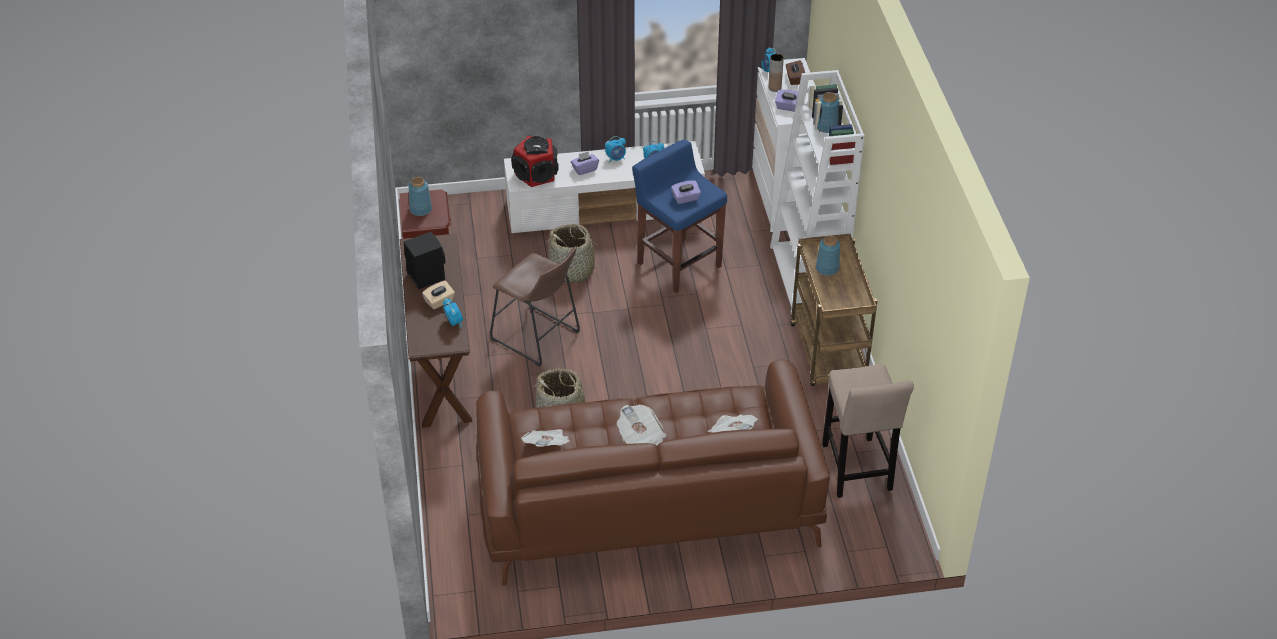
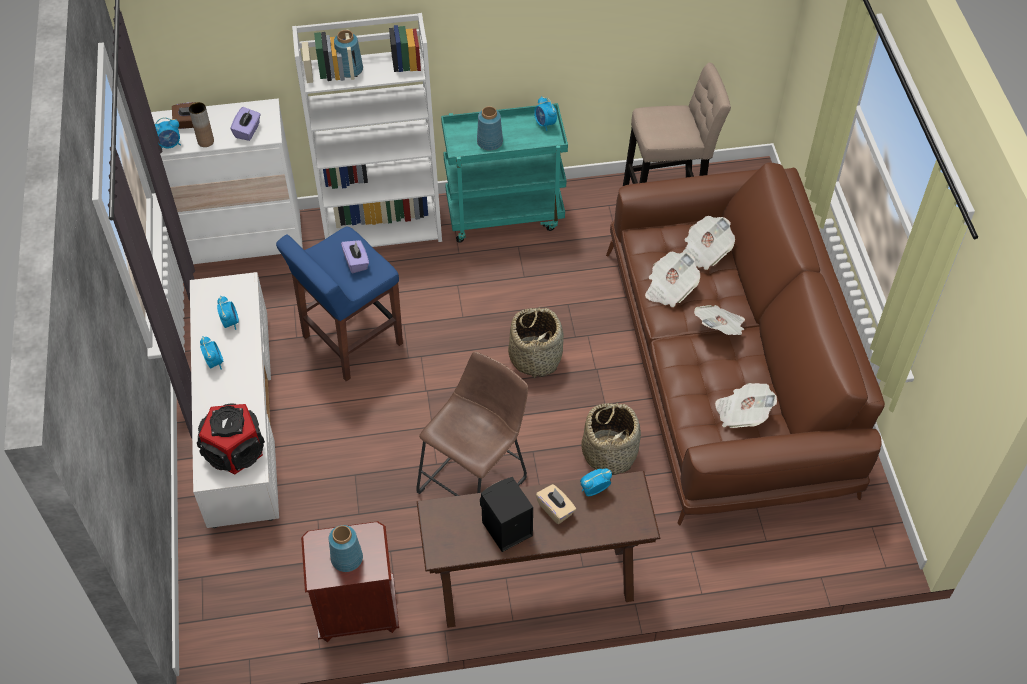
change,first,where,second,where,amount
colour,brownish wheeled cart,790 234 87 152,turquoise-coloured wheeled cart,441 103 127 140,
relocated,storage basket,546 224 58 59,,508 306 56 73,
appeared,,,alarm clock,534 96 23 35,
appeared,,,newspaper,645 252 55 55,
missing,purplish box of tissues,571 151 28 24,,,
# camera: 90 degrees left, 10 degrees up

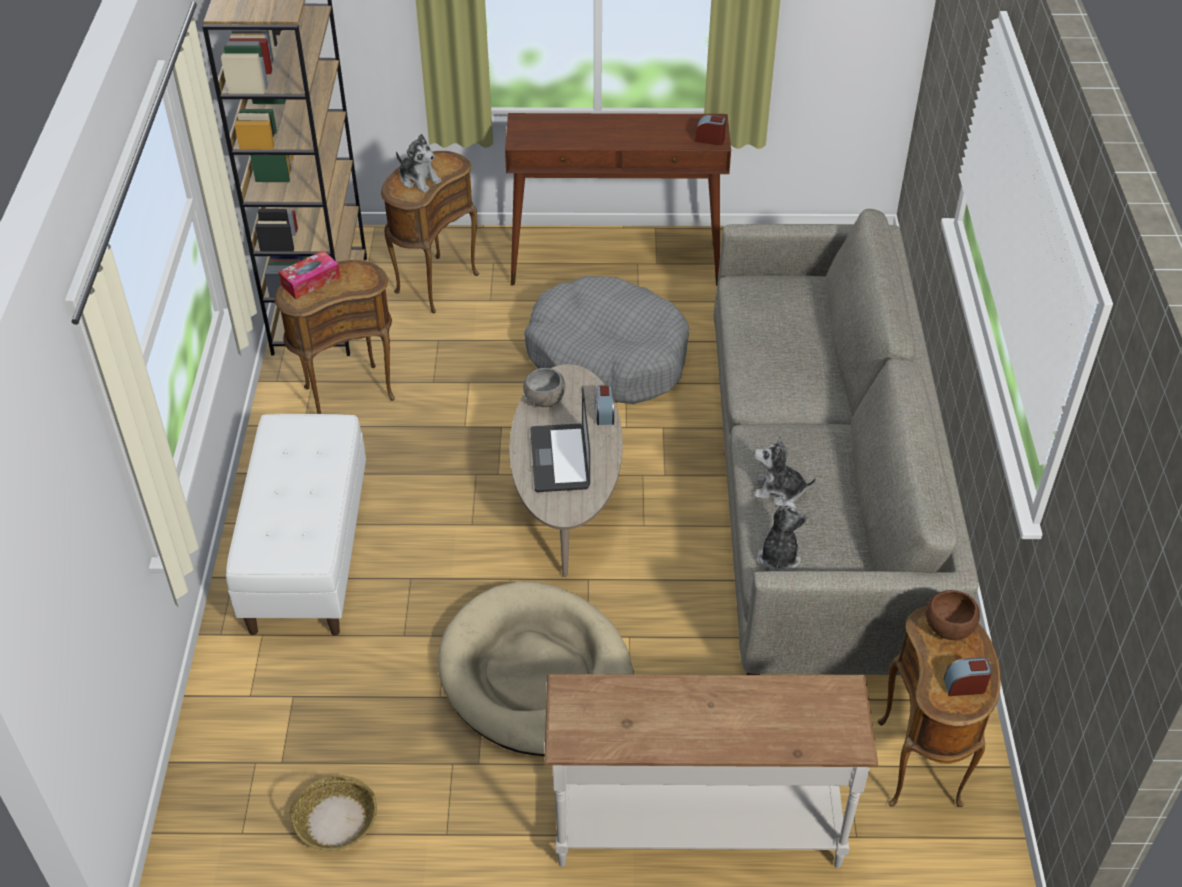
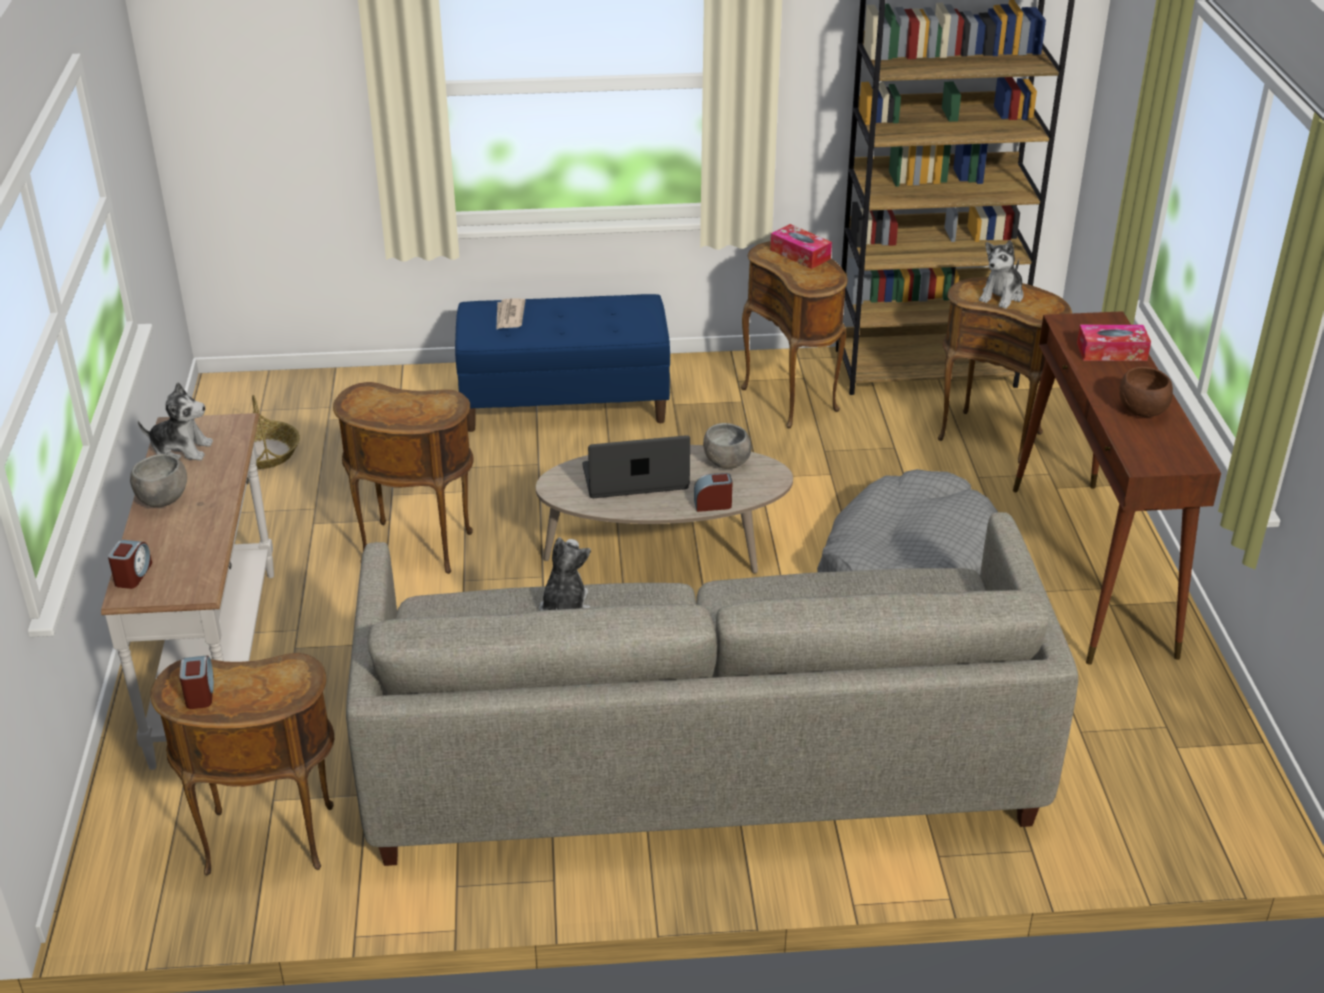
change,first,where,second,where,amount
relocated,alarm clock,695 115 31 30,,108 540 44 49,
appeared,,,grey deep dish,130 454 57 53,
relocated,cuddly toy,758 501 50 70,,138 382 75 78,
exchanged,beige-coloured dog bed,438 581 196 175,brownish accent table,333 382 141 192,
colour,whitish long seat,226 414 140 221,blue-coloured long seat,455 294 215 138,
appeared,,,newspaper,497 299 28 30,
appeared,,,box of tissues,1077 325 74 36,
relocated,brownish deep dish,926 590 54 50,,1119 367 54 50,
# camera: 85 degrees right, 10 degrees down

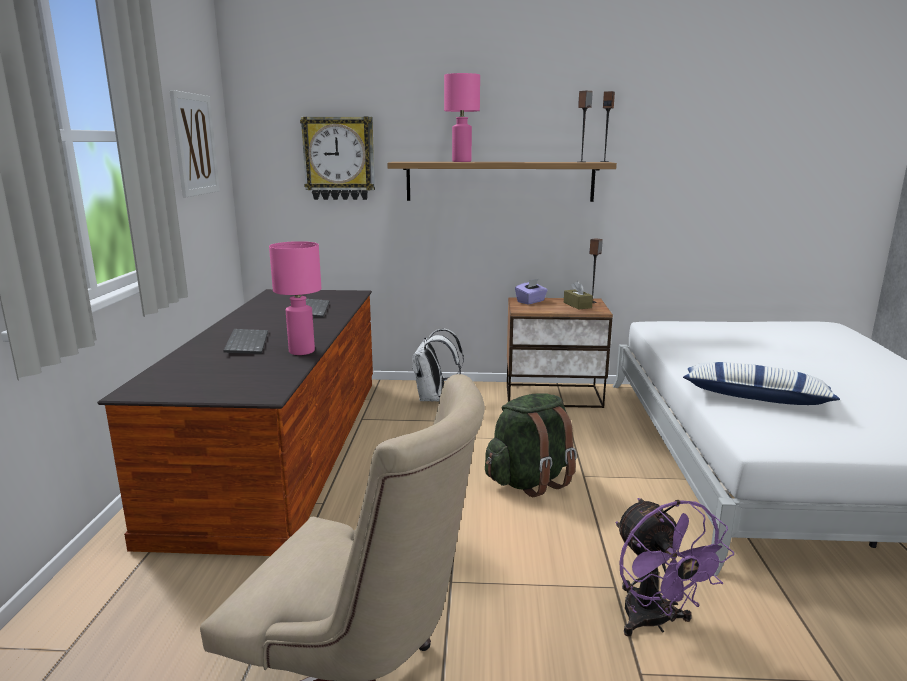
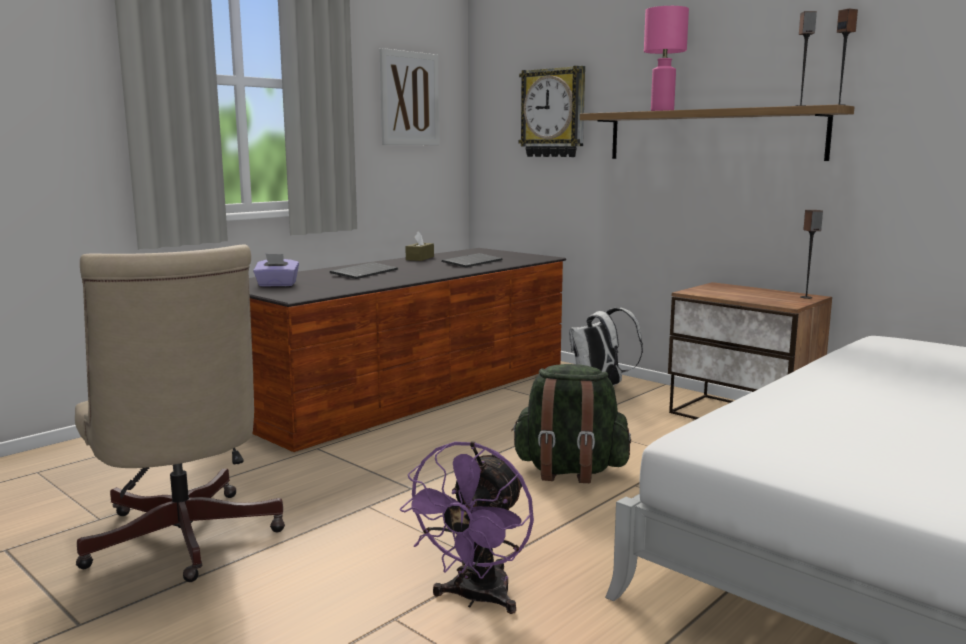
change,first,where,second,where,amount
relocated,purplish box of tissues,515 279 33 26,,253 254 46 33,
relocated,brownish box of tissues,564 281 29 29,,405 231 29 30,
missing,pink table lamp,269 241 52 114,,,
missing,throw pillow,683 362 157 43,,,
# camera: 40 degrees right, 5 degrees down

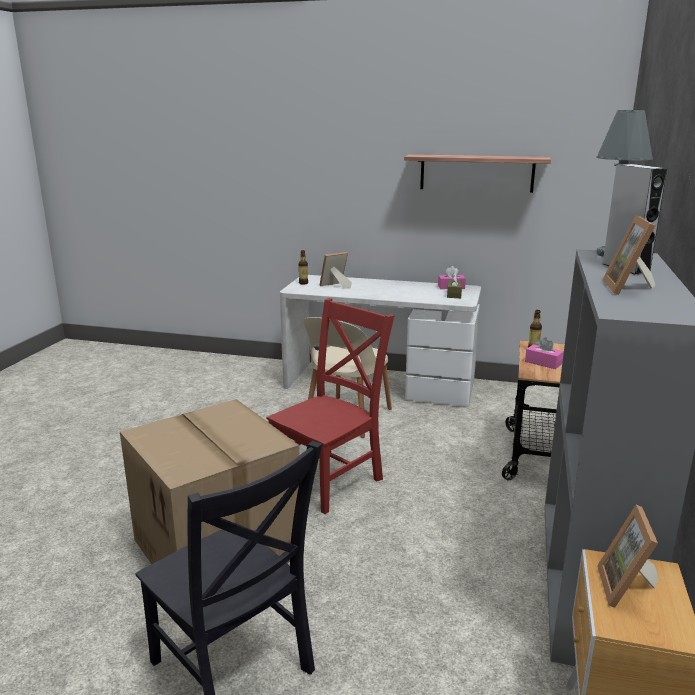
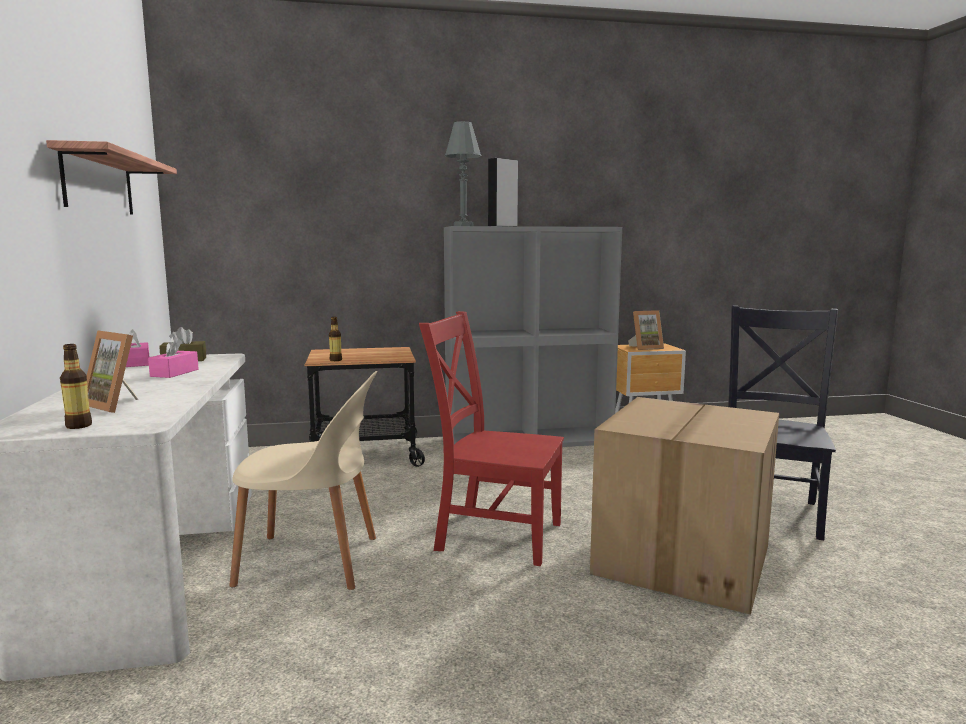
change,first,where,second,where,amount
relocated,pink box of tissues,525 337 39 32,,148 336 51 42,
missing,picture frame,602 215 53 80,,,
# camera: 115 degrees left, 10 degrees down

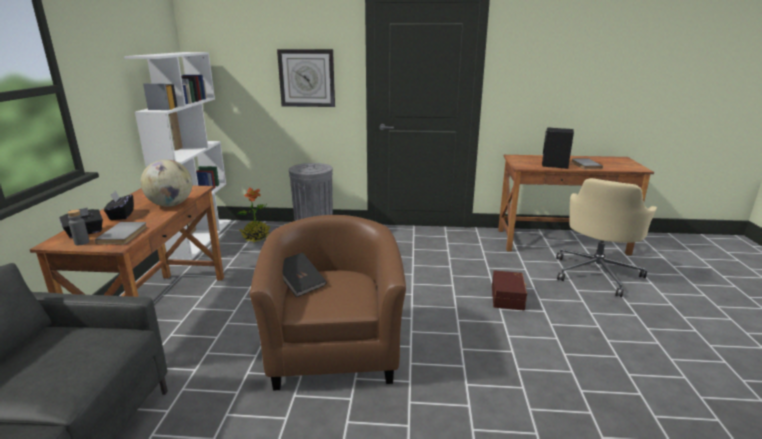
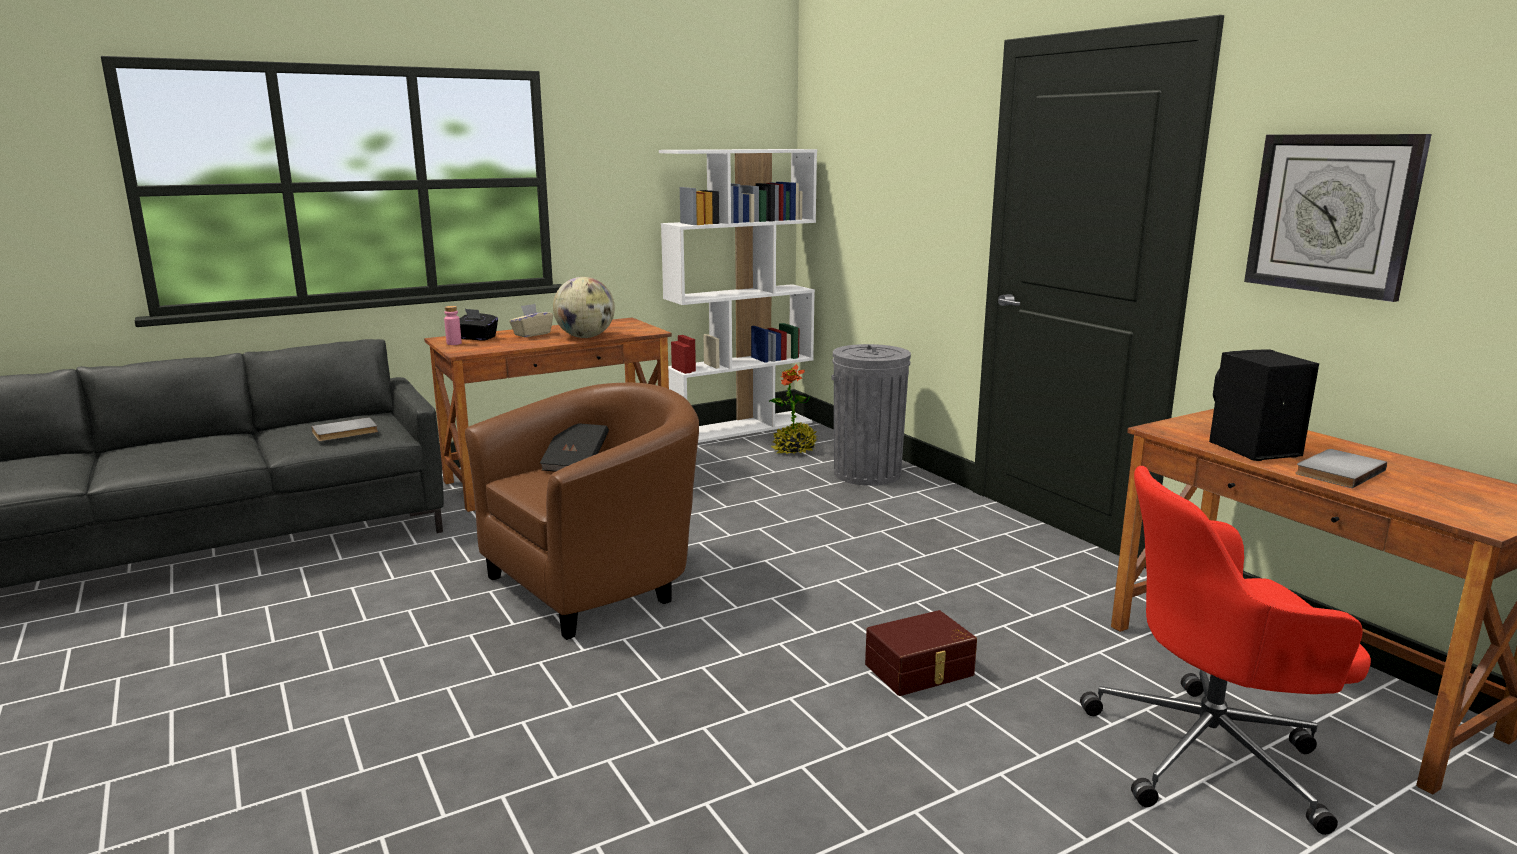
change,first,where,second,where,amount
relocated,grey bound book,95 222 52 22,,311 417 67 24,
colour,grey drink bottle,67 210 23 35,pink drink bottle,444 306 18 39,
colour,blackish box of tissues,104 191 30 29,beige-coloured box of tissues,509 304 44 33,
colour,beige-coloured desk chair,556 178 101 119,red-coloured desk chair,1080 466 291 369,
relocated,wall clock,277 49 58 58,,1244 134 188 168,
# camera: 55 degrees right, 5 degrees down

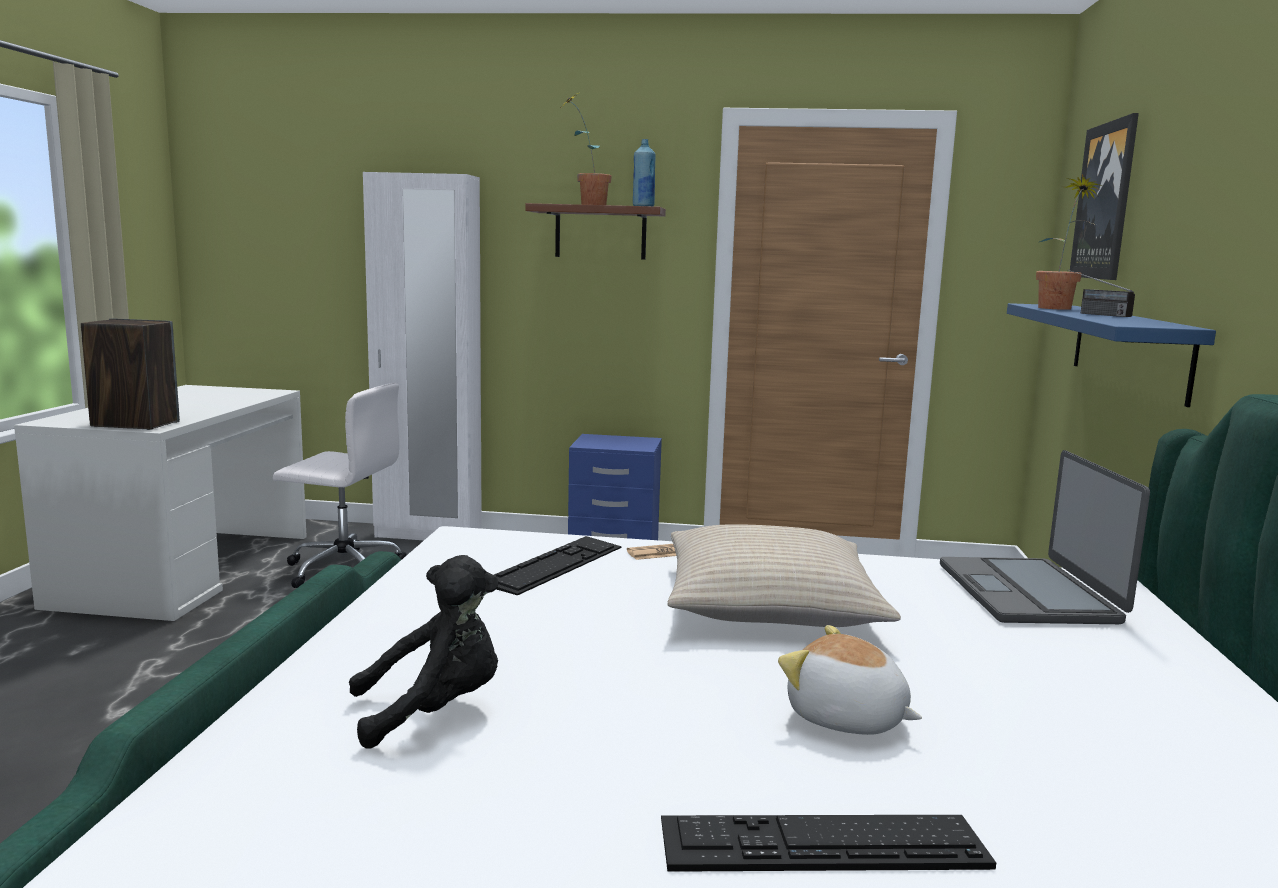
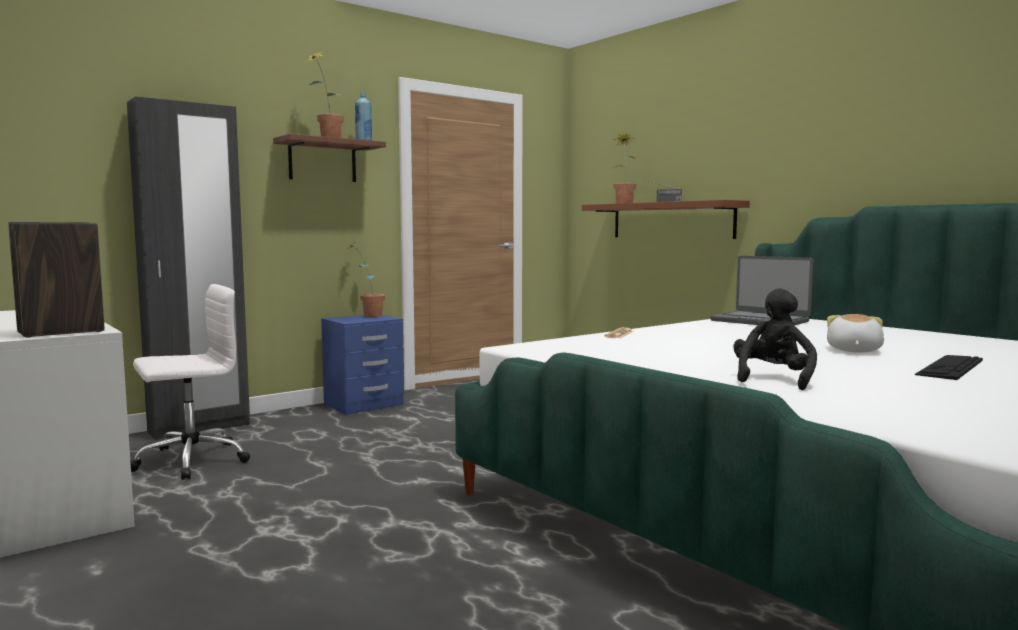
change,first,where,second,where,amount
colour,whitish wardrobe,363 172 119 368,blackish wardrobe,127 97 123 343,
appeared,,,houseplant,346 241 39 76,
colour,blue-coloured shelf,1007 303 209 104,brownish shelf,582 200 168 39,
spun,cuddly toy,778 625 144 110,,827 314 57 39,120 degrees clockwise
missing,PC keyboard,494 536 127 59,,,
missing,beige-coloured throw pillow,667 524 234 103,,,
missing,picture,1070 113 69 167,,,
# camera: 45 degrees left, 5 degrees down

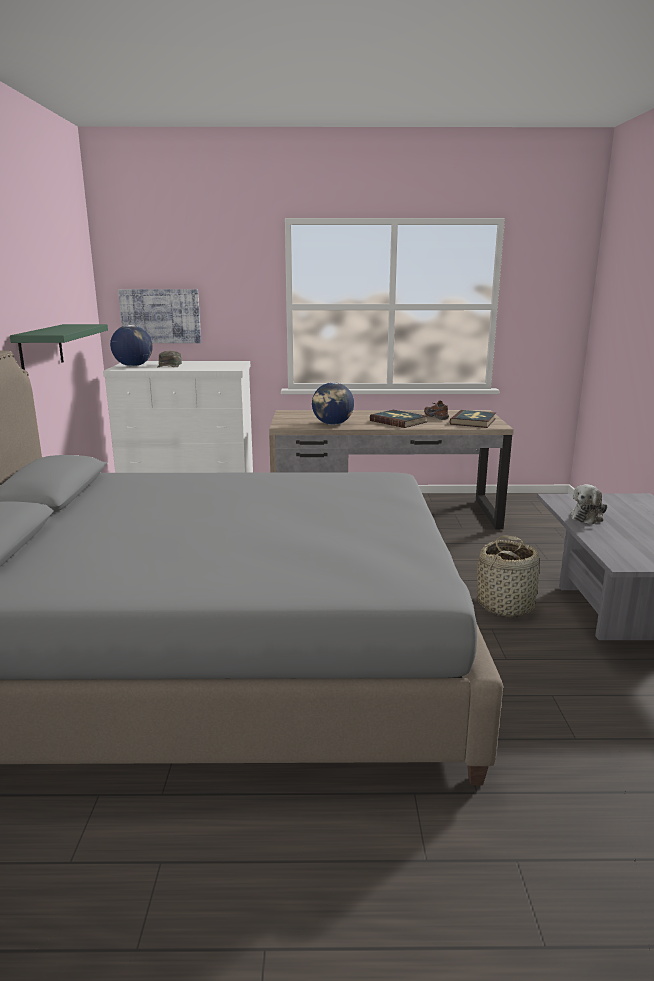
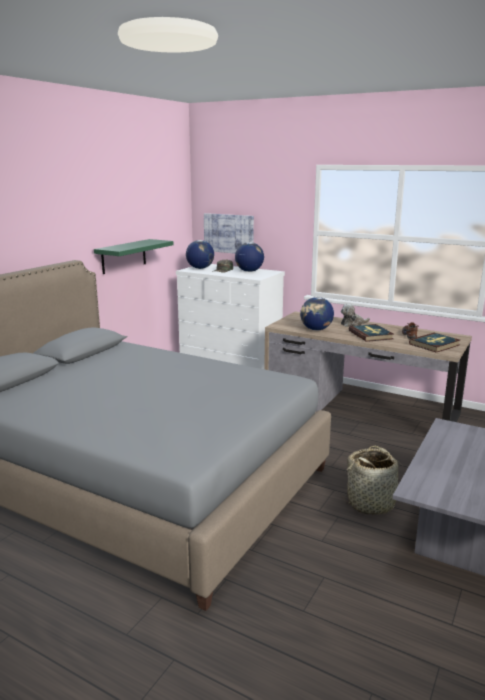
change,first,where,second,where,amount
appeared,,,desk globe,235 242 29 30,
relocated,cuddly toy,570 484 37 40,,341 304 29 23,
# camera: 30 degrees right, 0 degrees up

